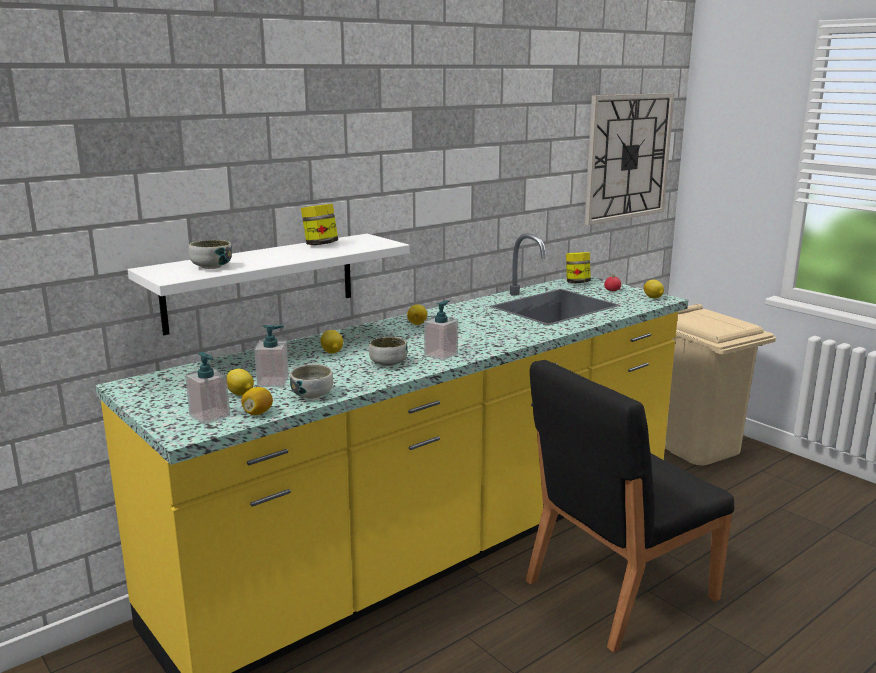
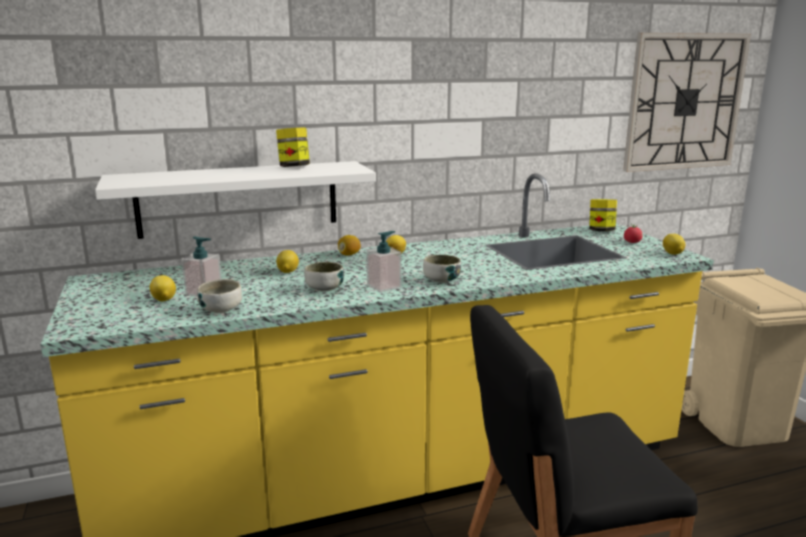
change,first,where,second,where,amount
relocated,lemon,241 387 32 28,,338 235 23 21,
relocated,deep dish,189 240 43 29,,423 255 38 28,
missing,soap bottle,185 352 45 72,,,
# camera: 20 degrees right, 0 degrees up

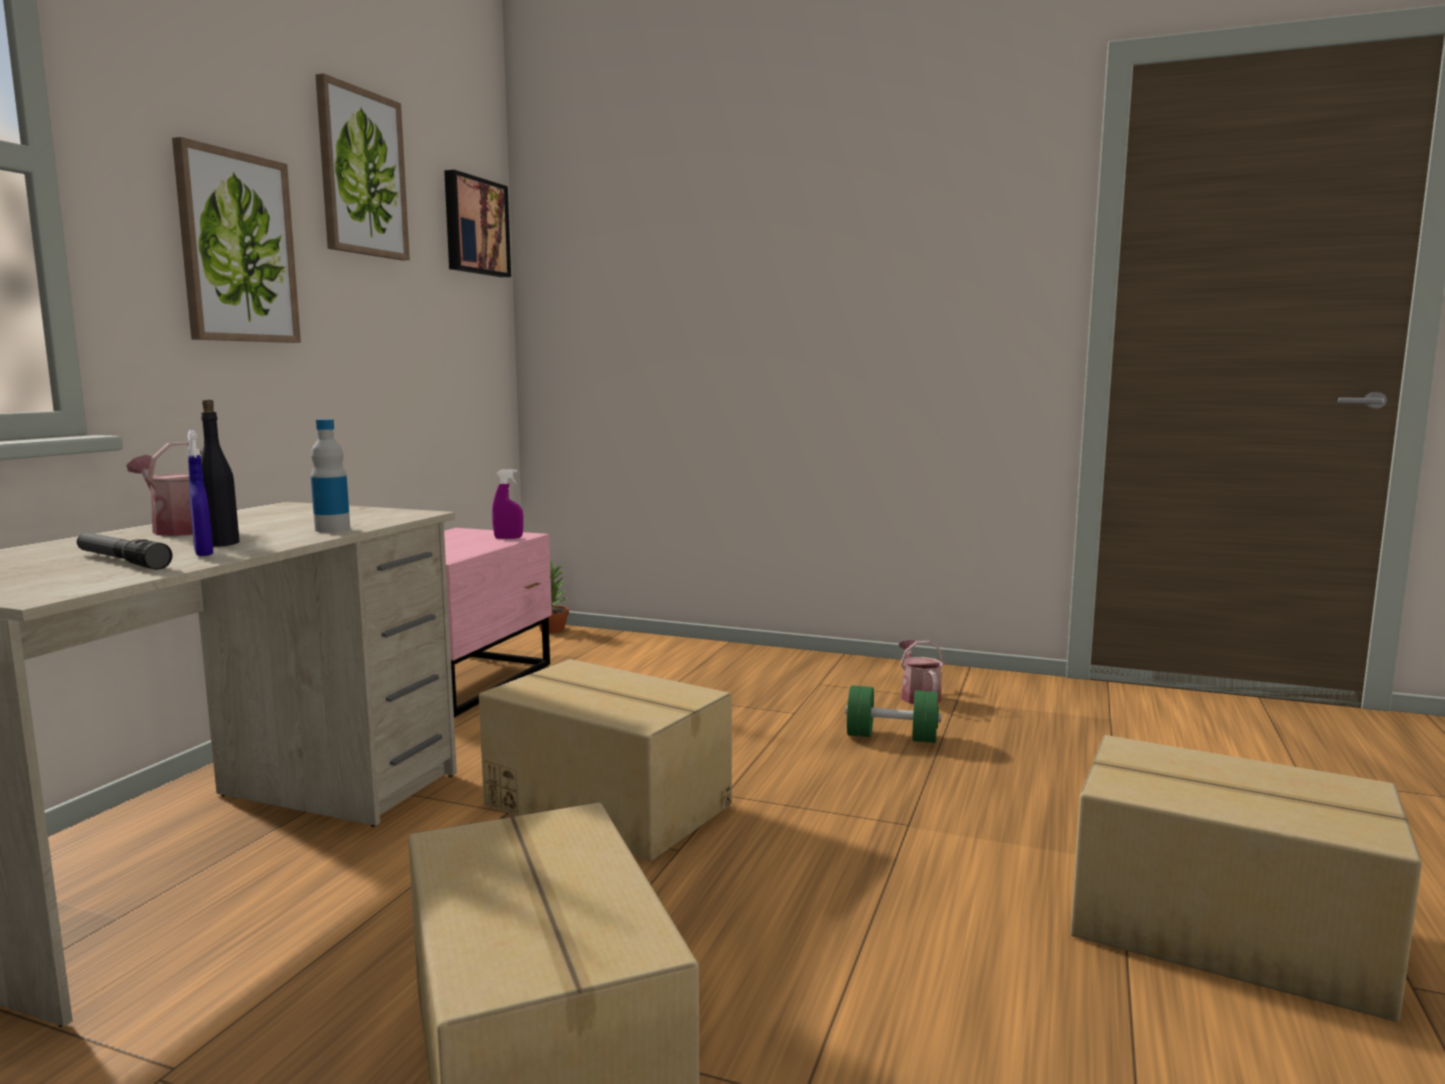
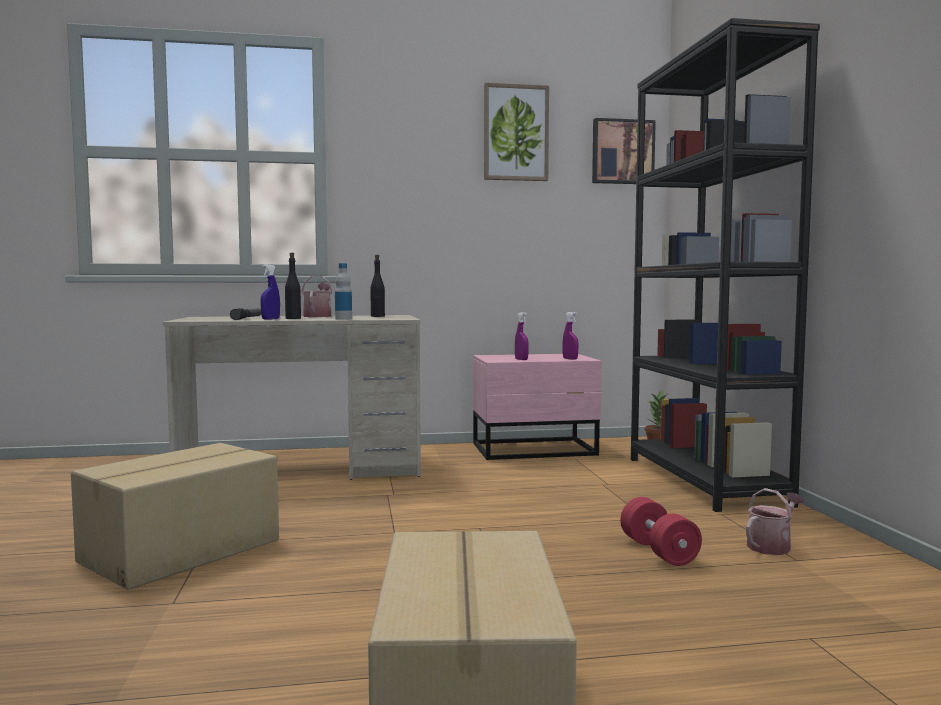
change,first,where,second,where,amount
appeared,,,blackish drink bottle,370 255 15 62,
appeared,,,purplish hand sprayer,515 312 14 48,
colour,green hand weight,845 685 96 58,red-coloured hand weight,620 497 82 69,
appeared,,,blackish shelving unit,631 18 189 494,
missing,picture,172 137 129 206,,,
missing,carton,479 659 253 202,,,
# camera: 60 degrees right, 5 degrees down

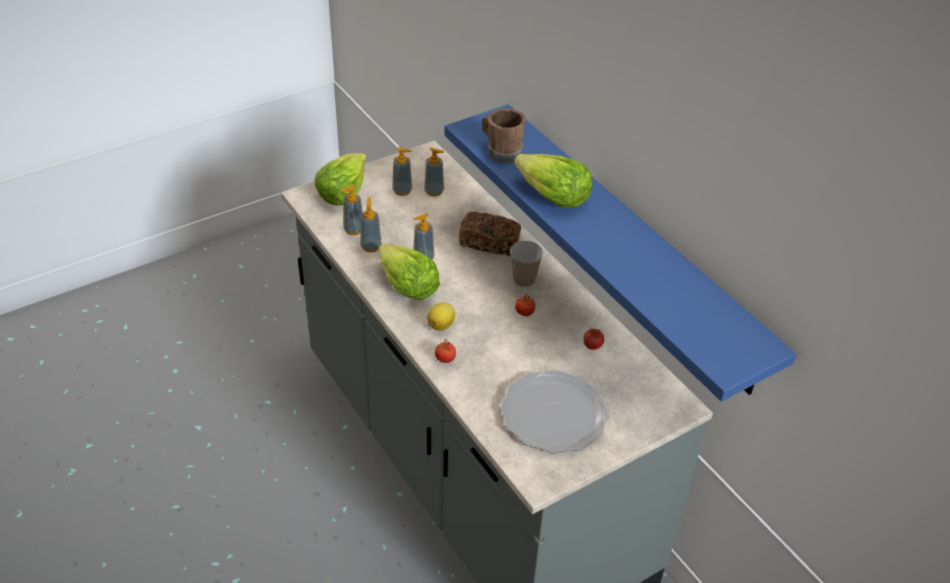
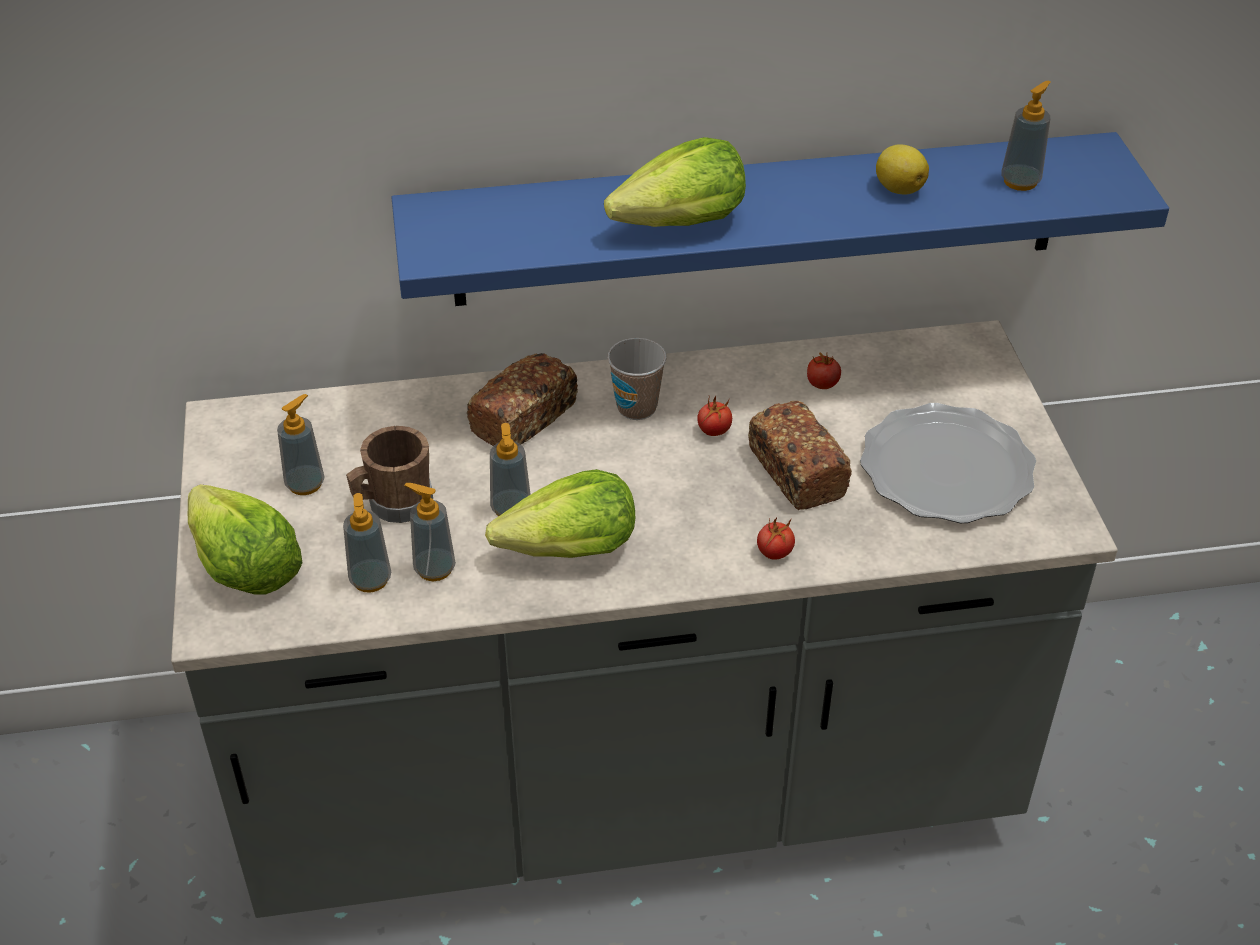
change,first,where,second,where,amount
relocated,brownish mug,482 108 44 55,,346 426 87 97,
appeared,,,baked bread,748 401 104 109,
relocated,lemon,427 302 28 29,,876 144 53 50,
relocated,soap bottle,424 148 21 49,,1001 81 50 110,
# camera: 65 degrees left, 0 degrees up

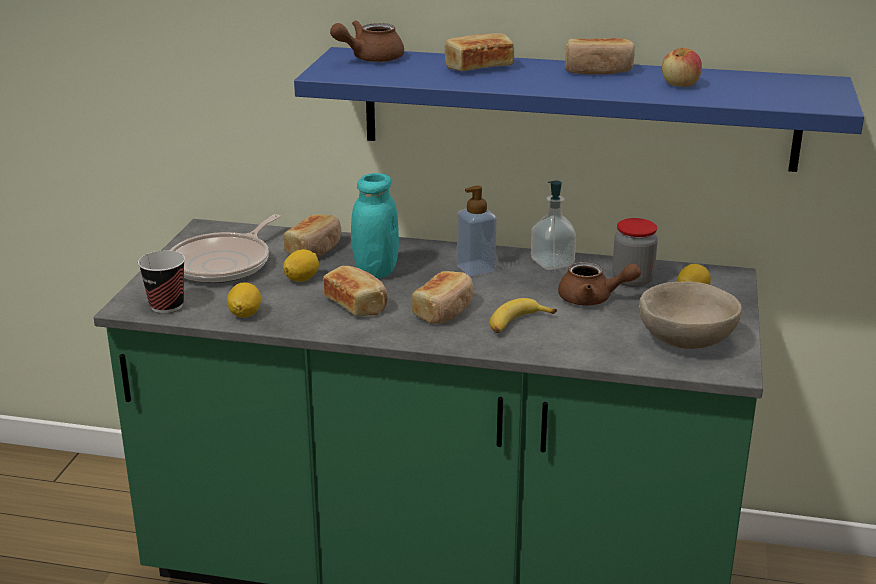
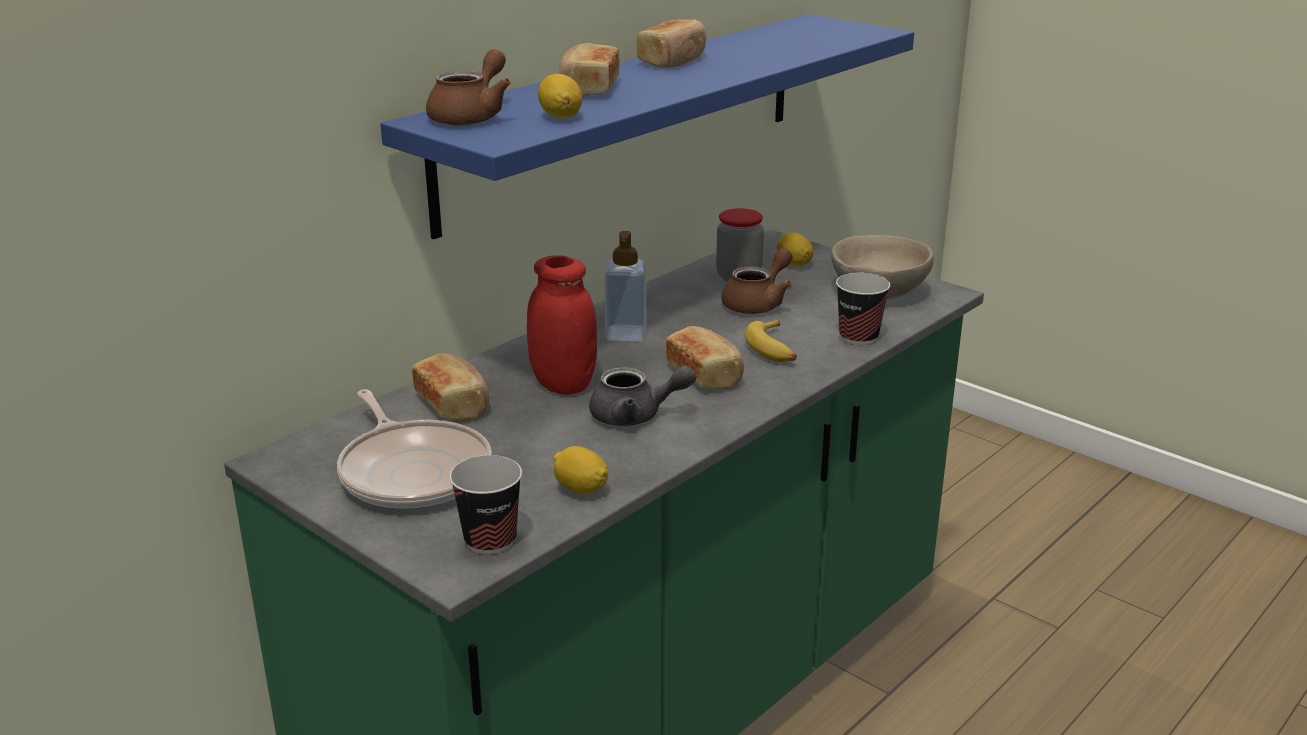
change,first,where,second,where,amount
spun,brownish pot for tea,330 20 74 42,,426 49 85 76,150 degrees counterclockwise
colour,turquoise-coloured jar,351 173 48 106,red-coloured jar,527 255 70 140,
relocated,lemon,283 249 36 33,,538 74 44 45,
exchanged,baked bread,323 266 65 50,grey pot for tea,589 365 107 61,
appeared,,,cup,836 273 54 72,
missing,soap bottle,531 181 45 89,,,
missing,apple fruit,662 48 40 39,,,
# camera: 60 degrees left, 0 degrees up

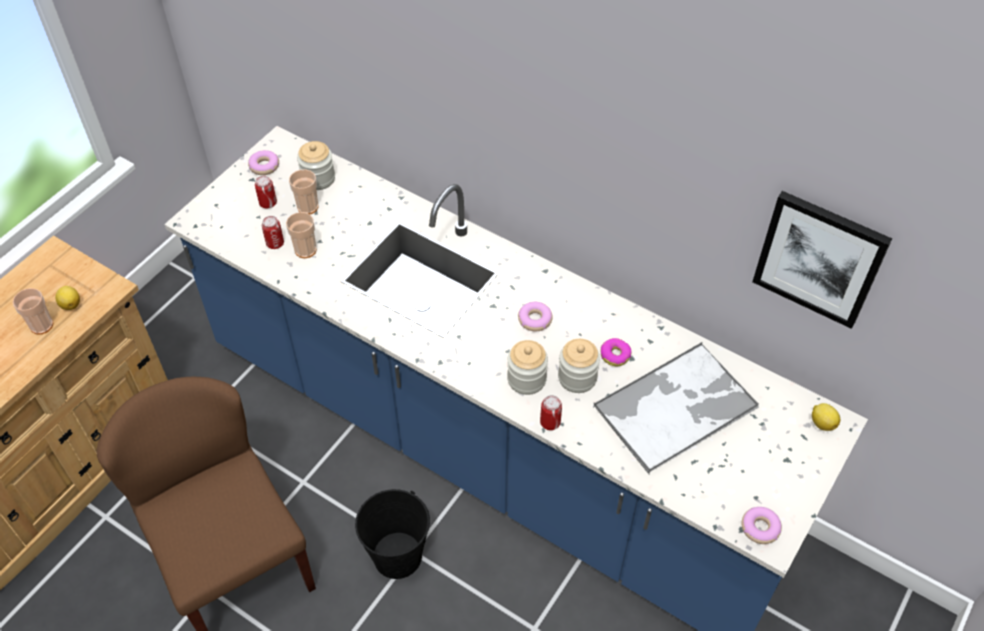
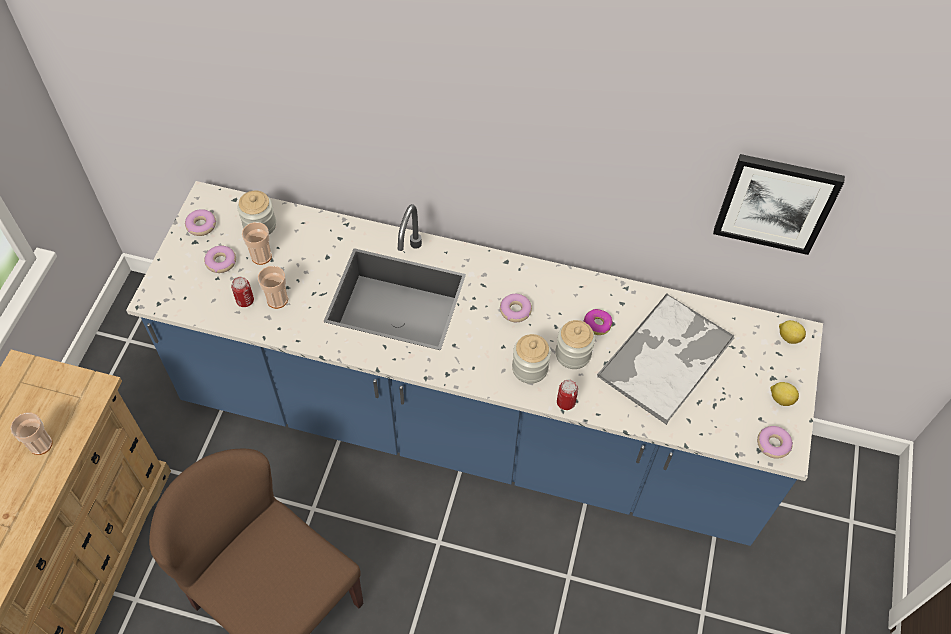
change,first,where,second,where,amount
exchanged,can,255 176 22 32,ring doughnut,204 246 32 27,
relocated,lemon,55 286 25 24,,770 382 29 24,
missing,blackish water bucket,355 489 75 90,,,
# camera: 20 degrees left, 5 degrees up

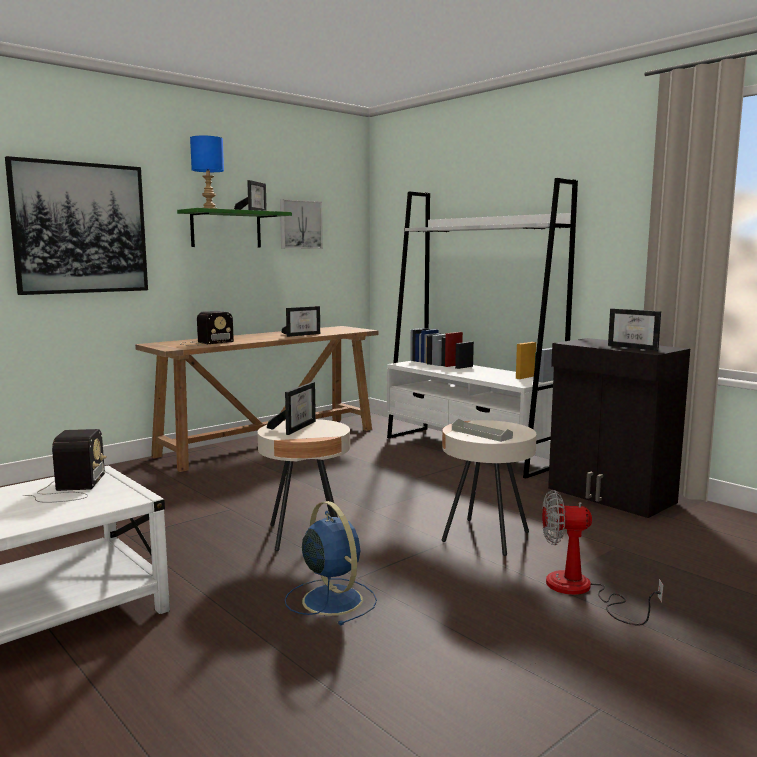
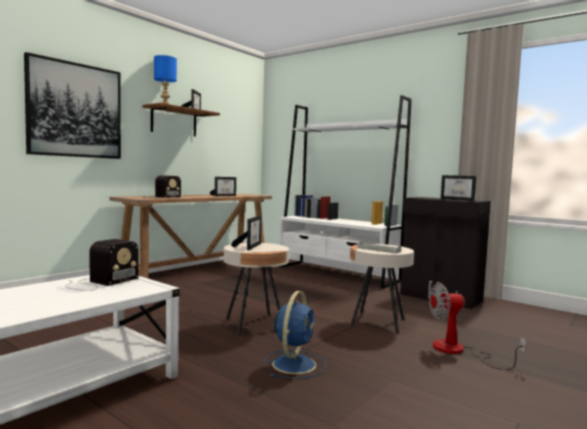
change,first,where,second,where,amount
spun,radio set,23 429 84 74,,65 239 74 52,45 degrees clockwise
colour,green shelf,177 208 115 39,brownish shelf,143 103 77 34,
spun,blue-coloured fan,285 501 92 124,,264 291 62 88,60 degrees clockwise
missing,picture,280 199 43 50,,,
# camera: 10 degrees left, 5 degrees down

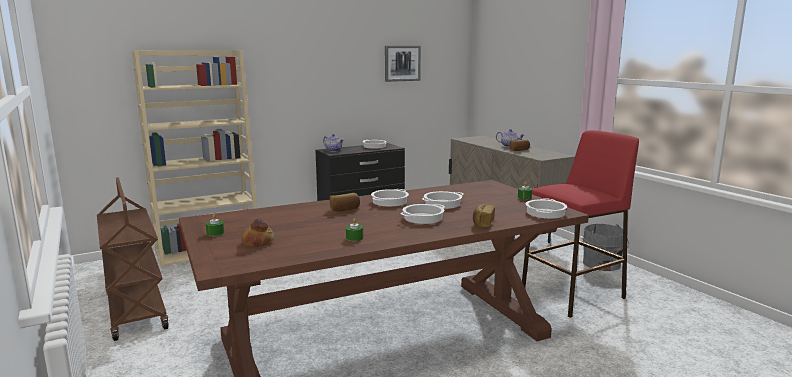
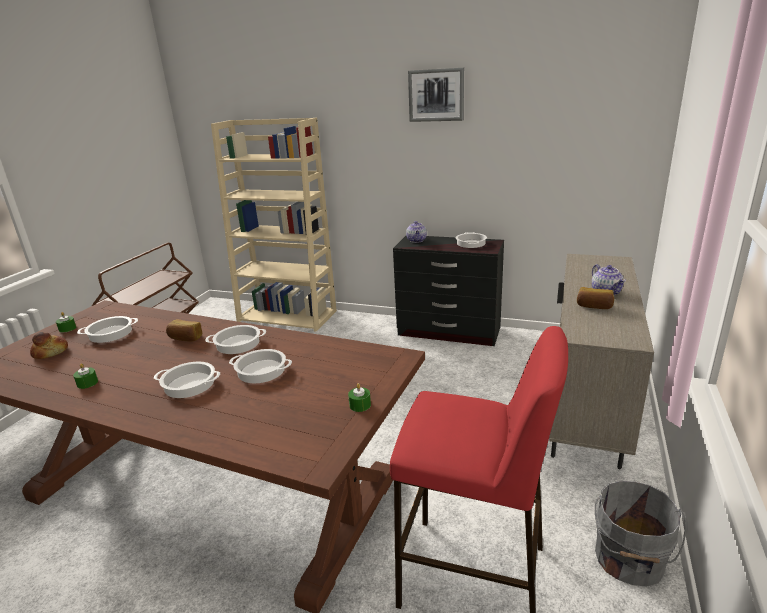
change,first,where,second,where,amount
relocated,stockpot,525 198 42 21,,77 316 61 27,
relocated,picture,385 46 36 36,,408 68 56 54,
missing,baked bread,473 204 22 23,,,
# camera: 50 degrees right, 10 degrees up

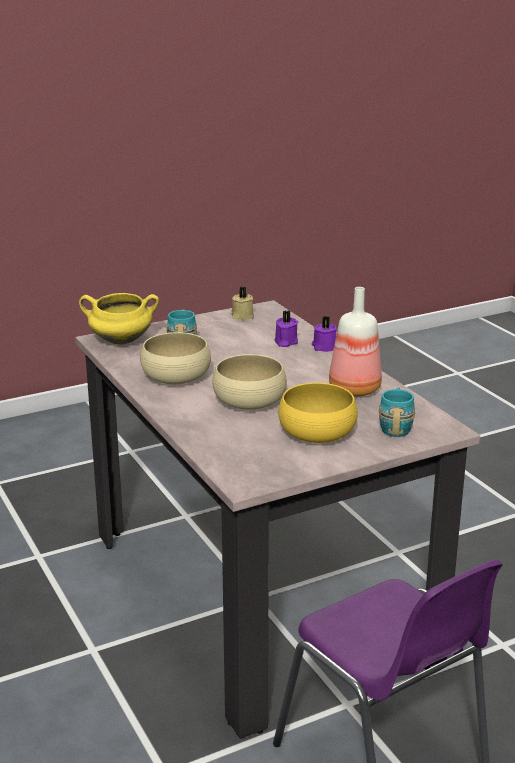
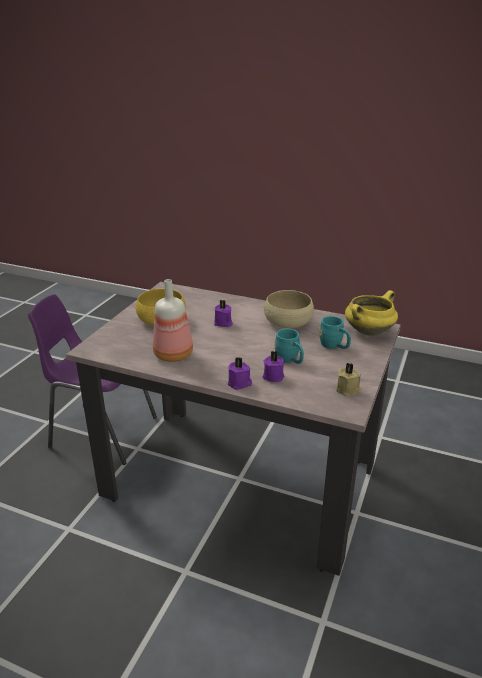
change,first,where,second,where,amount
exchanged,beige-coloured deep dish,212 354 75 56,purplish wax light,214 300 19 27,
relocated,turquoise-coloured mug,379 387 36 50,,274 329 30 35,
# camera: 140 degrees right, 5 degrees up

